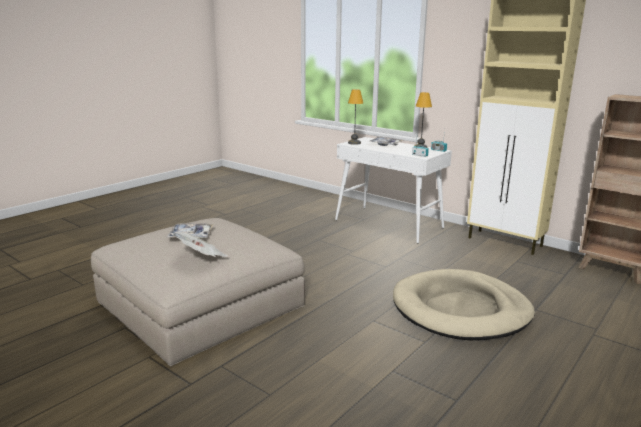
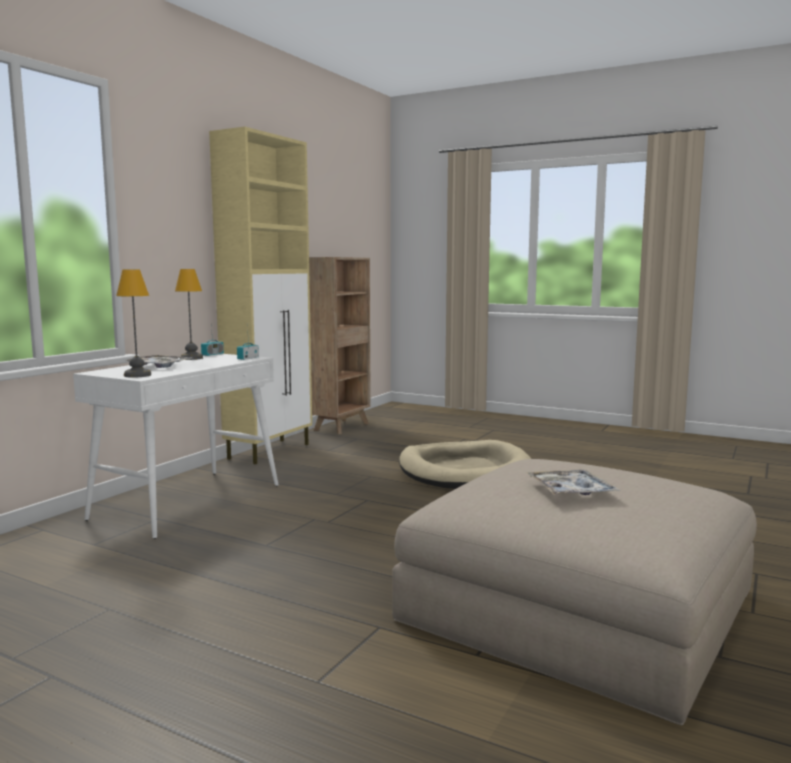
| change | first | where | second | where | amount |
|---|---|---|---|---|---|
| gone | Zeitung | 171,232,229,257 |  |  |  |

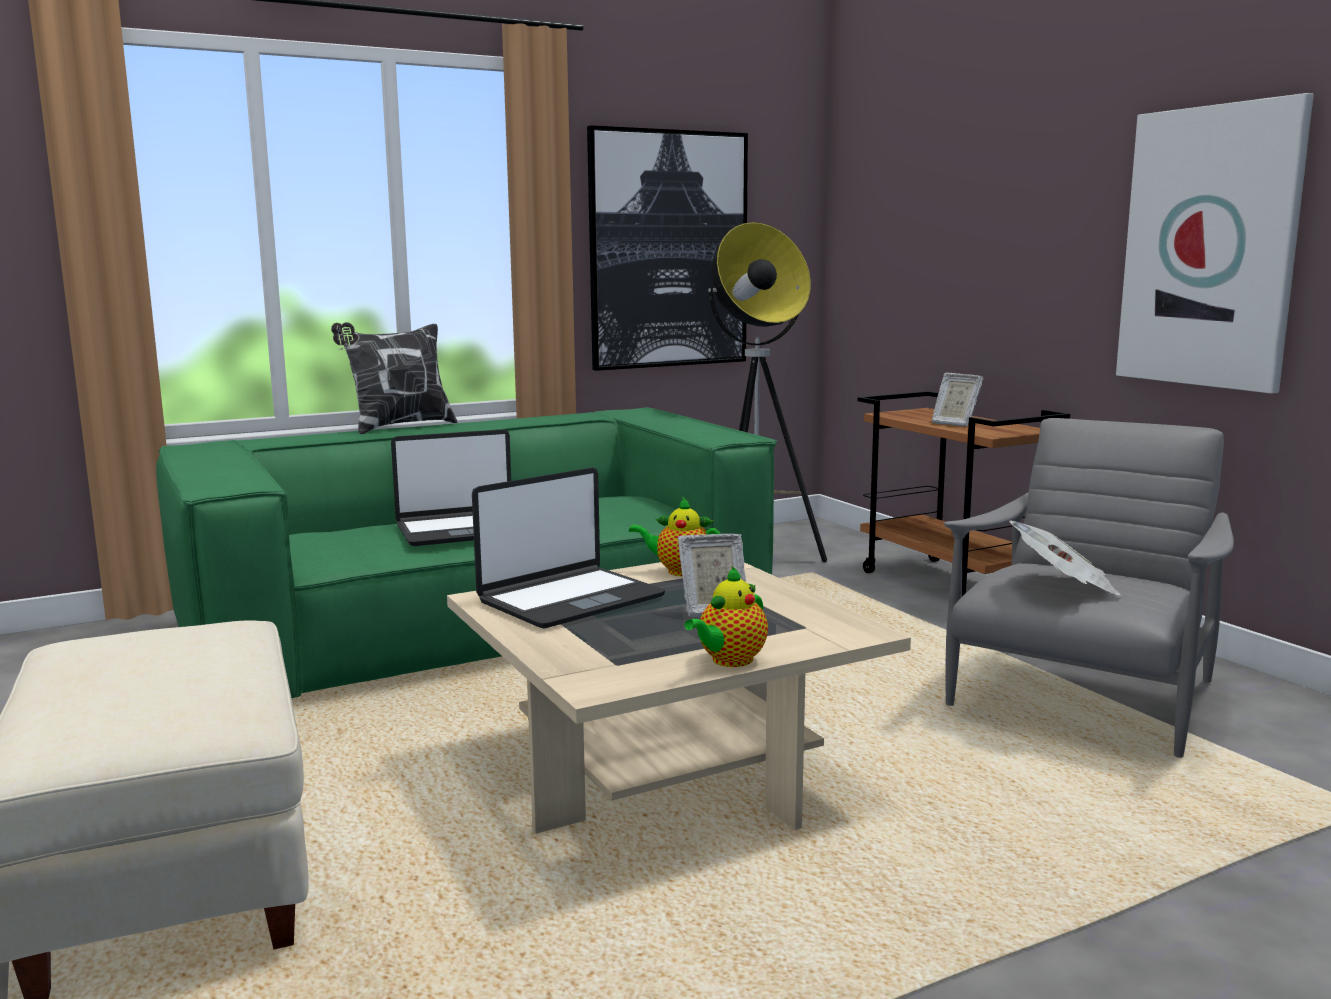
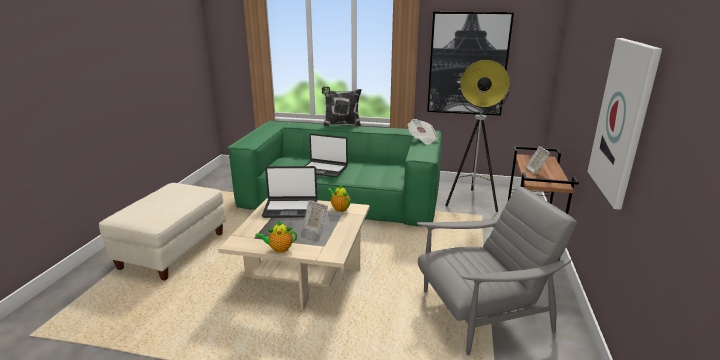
| change | first | where | second | where | amount |
|---|---|---|---|---|---|
| shifted | Zeitung | 1009,520,1122,596 |  | 408,119,438,144 |  |

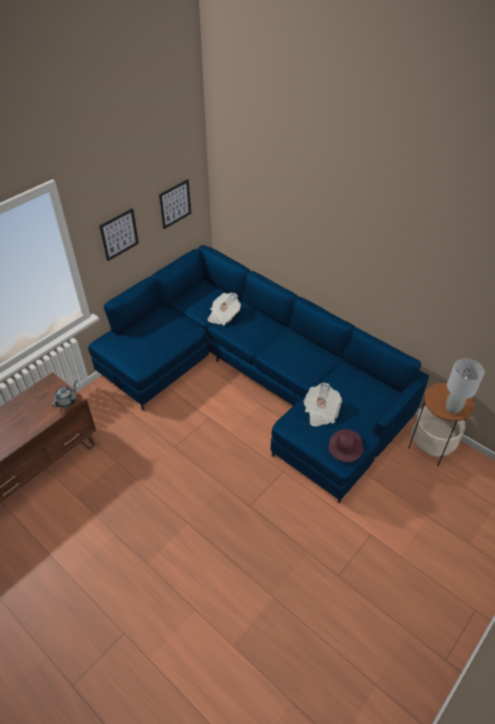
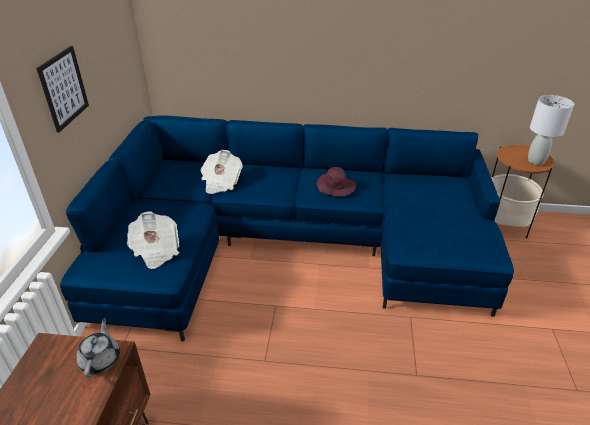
| change | first | where | second | where | amount |
|---|---|---|---|---|---|
| gone | Bild | 159,179,191,229 |  |  |  |
| shifted | Zeitung | 303,383,342,426 |  | 127,211,179,269 |  |
| shifted | Hut [lila] | 329,429,364,462 |  | 317,167,356,196 |  |

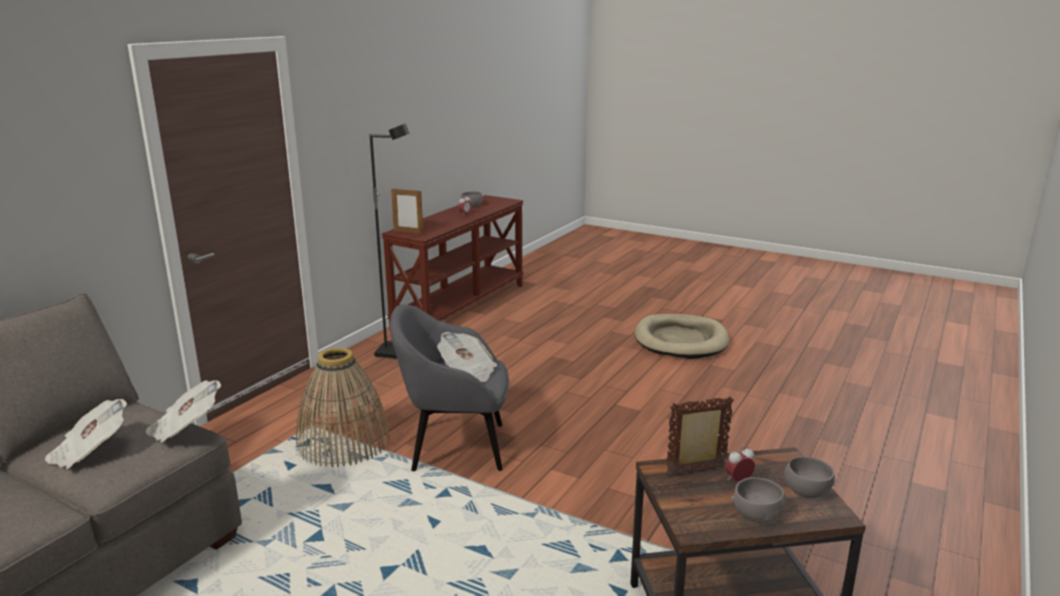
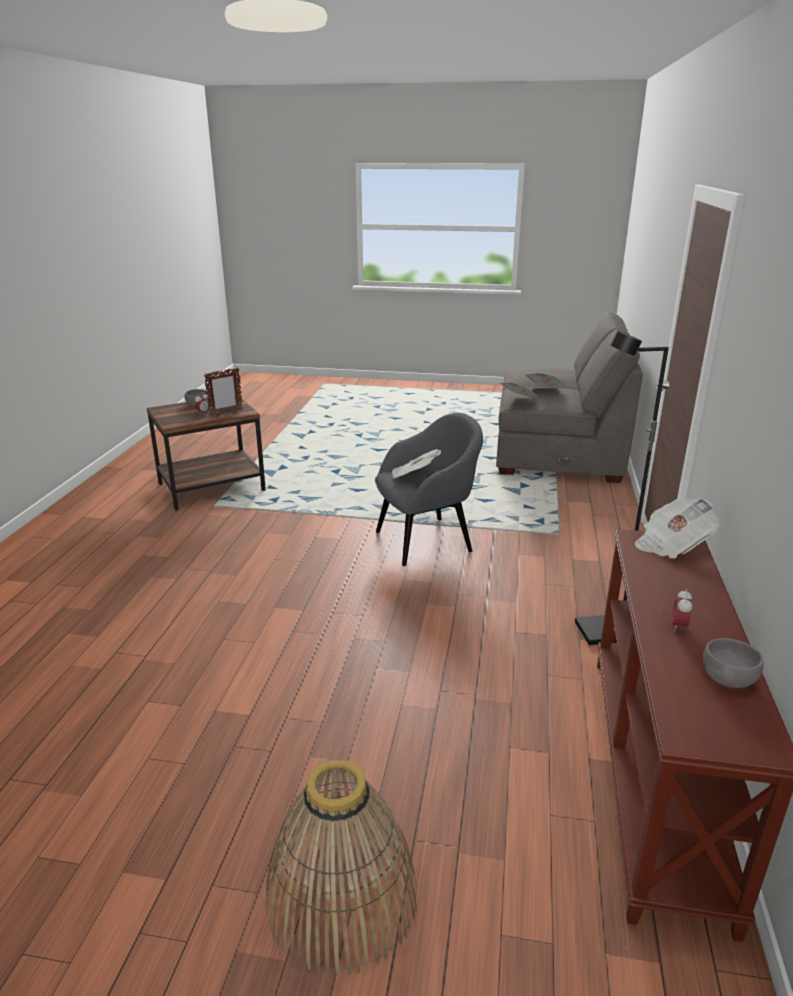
| change | first | where | second | where | amount |
|---|---|---|---|---|---|
| swapped | Bilderrahmen | 391,189,423,234 | Zeitung | 635,498,720,559 |  |
| gone | Hundebett [beige] | 635,314,729,359 |  |  |  |
| shifted | Korb | 296,348,390,467 |  | 266,760,417,976 |  |
| gone | Schüssel [grau] | 784,456,835,498 |  |  |  |

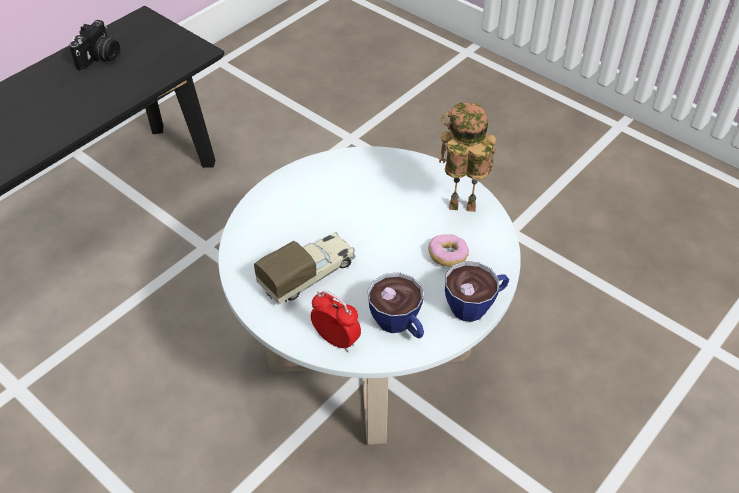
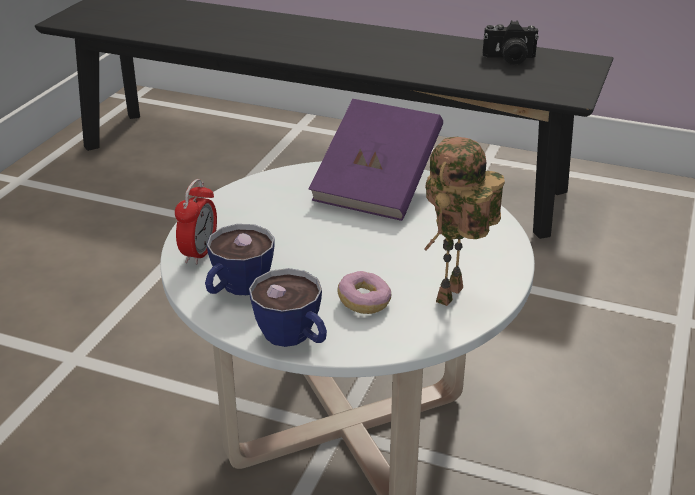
| change | first | where | second | where | amount |
|---|---|---|---|---|---|
| rotated | Spielzeugroboter | 439,103,496,212 |  | 424,137,505,306 | 135 degrees counterclockwise |
| gone | Spielzeuglaster | 254,232,356,304 |  |  |  |
| new |  |  | Buch [lila] | 309,99,443,221 |  |

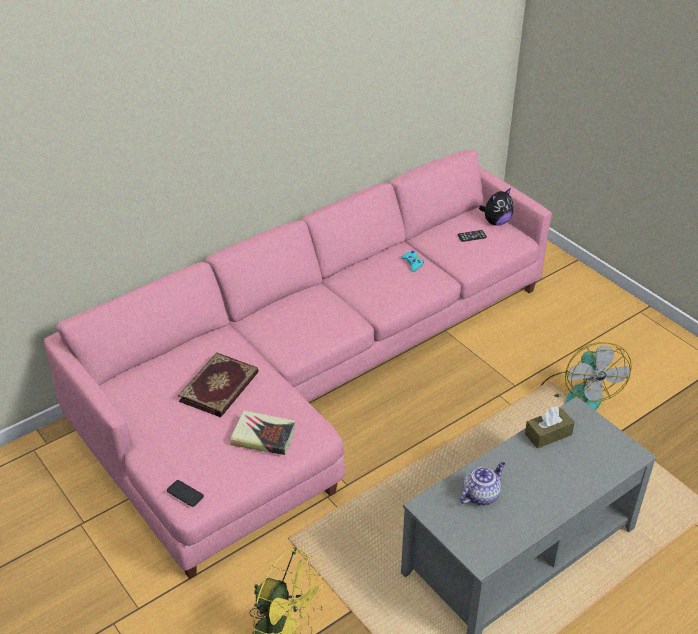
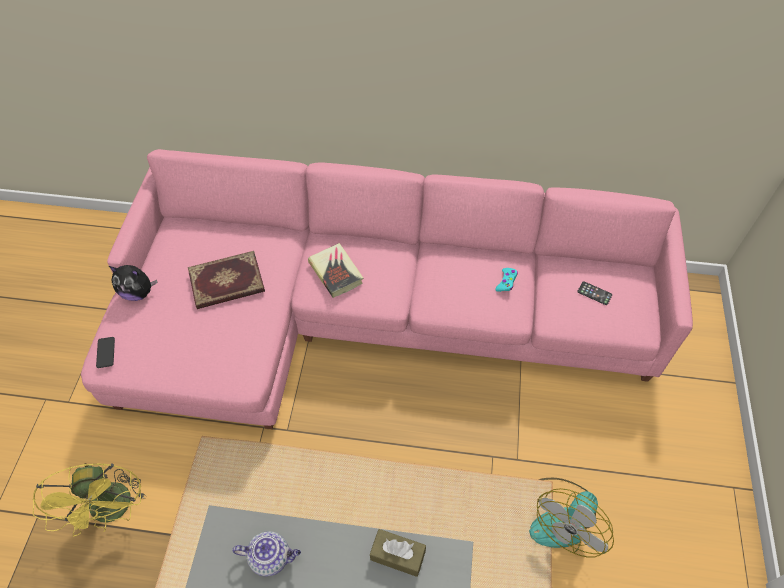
| change | first | where | second | where | amount |
|---|---|---|---|---|---|
| shifted | Plüschtier | 479,188,513,226 |  | 109,265,158,301 |  |
| shifted | Buch | 230,410,296,455 |  | 308,243,363,298 |  |

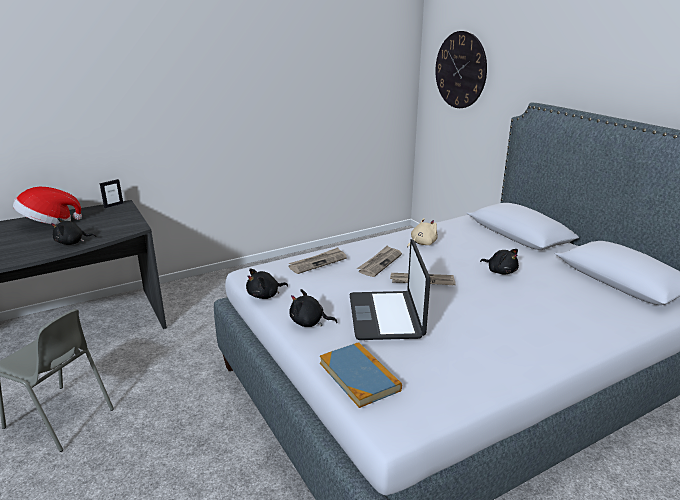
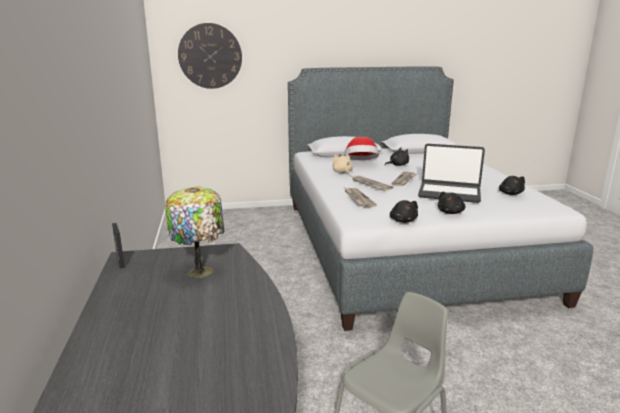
| change | first | where | second | where | amount |
|---|---|---|---|---|---|
| shifted | Hut | 13,187,82,225 |  | 344,137,379,160 |  |
| shifted | Plüschtier [schwarz] | 51,218,97,245 |  | 499,176,525,195 |  |
| gone | Buch | 320,342,402,408 |  |  |  |
| new |  |  | Tischlampe | 165,186,224,278 |  |

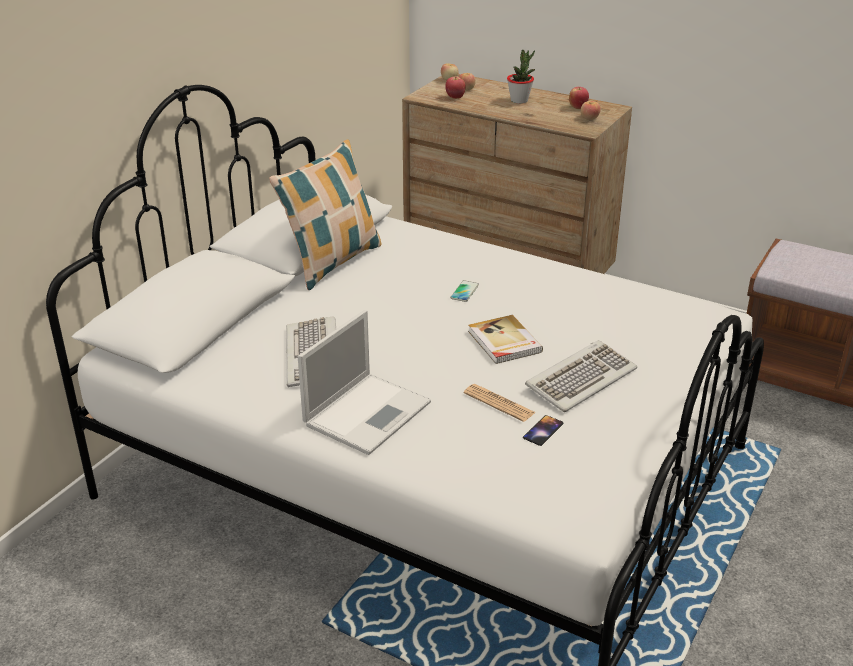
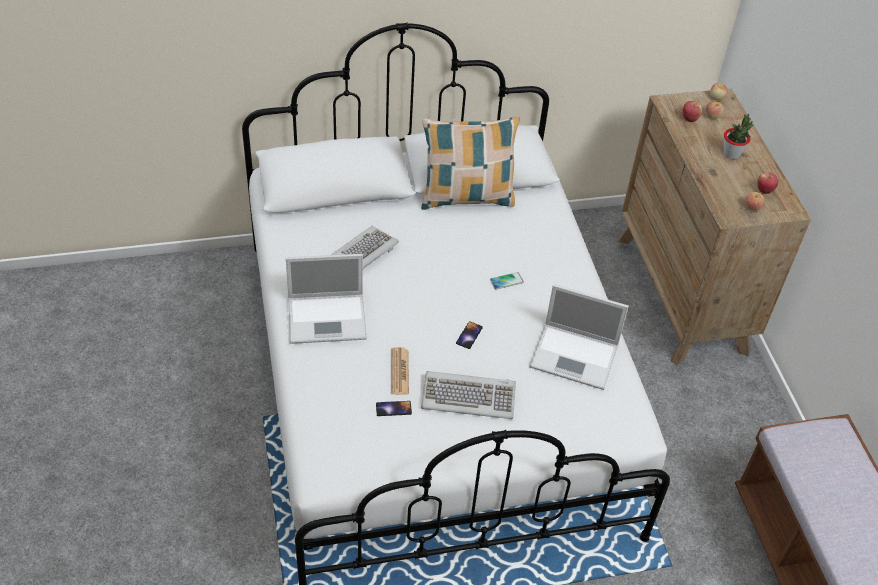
| change | first | where | second | where | amount |
|---|---|---|---|---|---|
| swapped | Buch | 468,315,543,364 | Handy | 456,321,483,349 |  |
| new |  |  | Laptop | 529,284,629,390 |  |

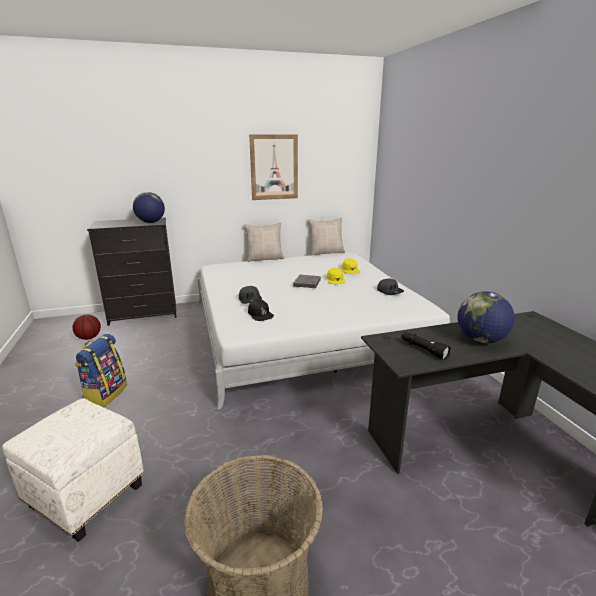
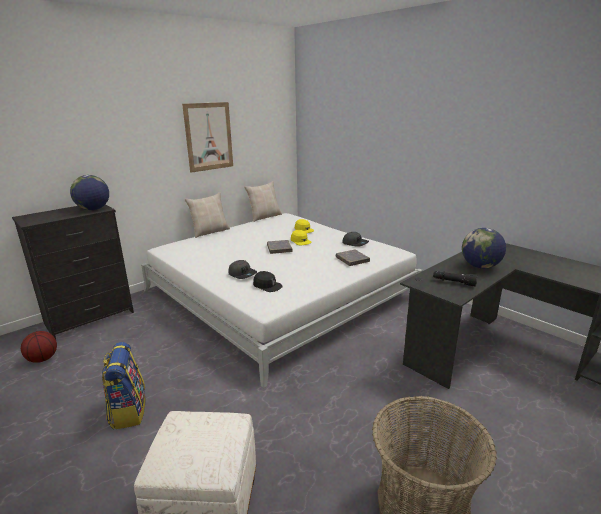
| change | first | where | second | where | amount |
|---|---|---|---|---|---|
| new |  |  | Buch [grau] | 336,250,370,266 |  |

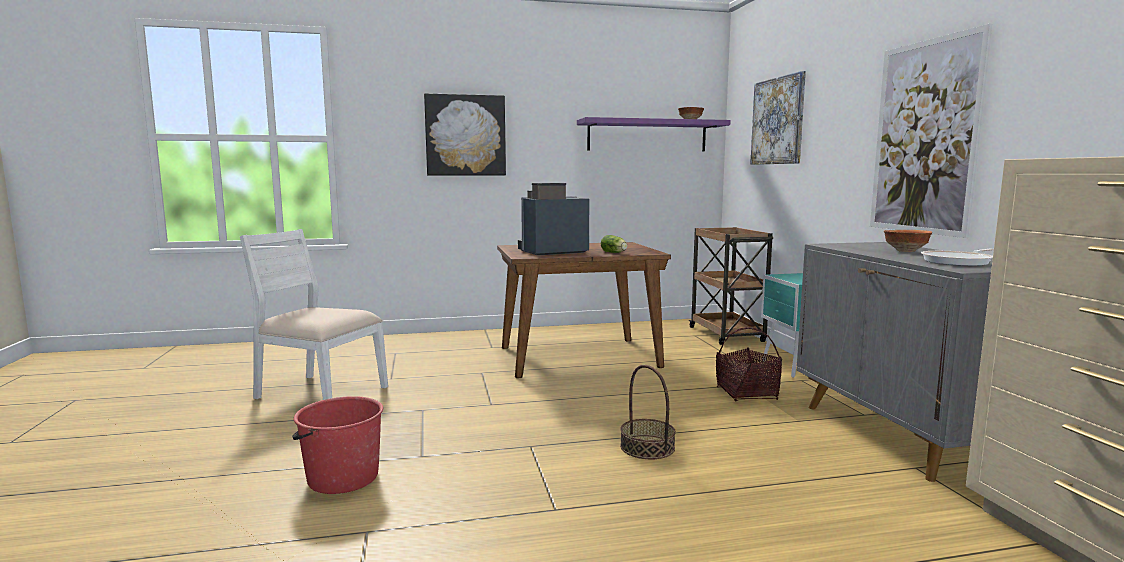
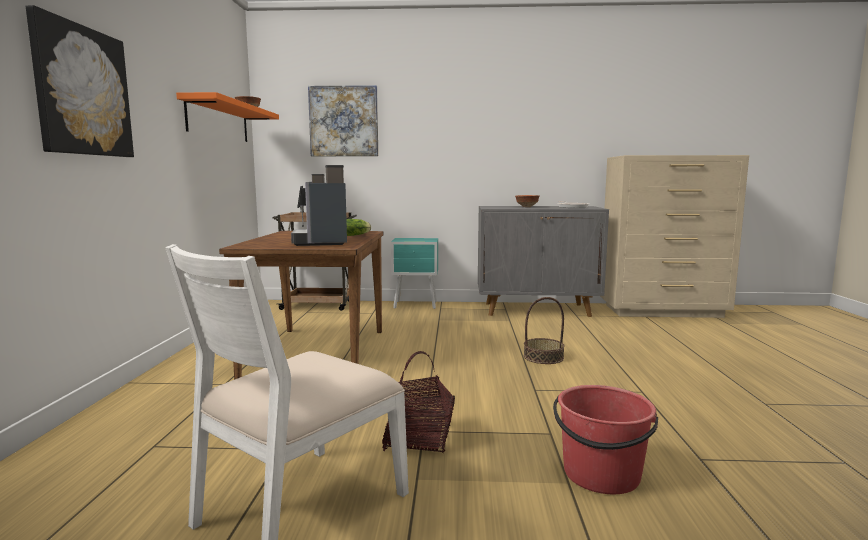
| change | first | where | second | where | amount |
|---|---|---|---|---|---|
| gone | Bild | 870,24,992,238 |  |  |  |
| repainted | Wandregal [lila] | 577,117,731,151 | Wandregal [orange] | 176,92,279,142 |  |
| shifted | Korb | 716,327,782,401 |  | 382,351,455,453 |  |

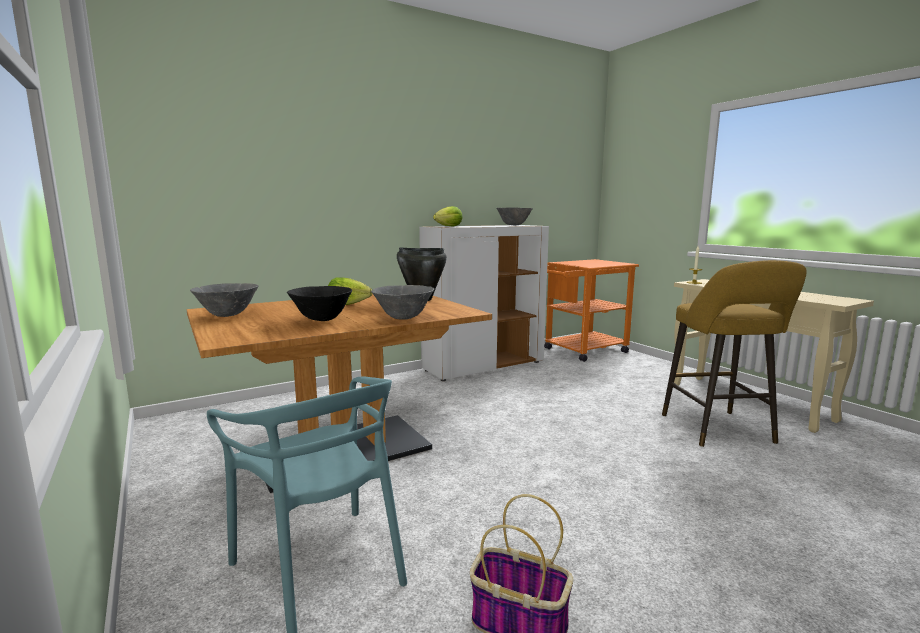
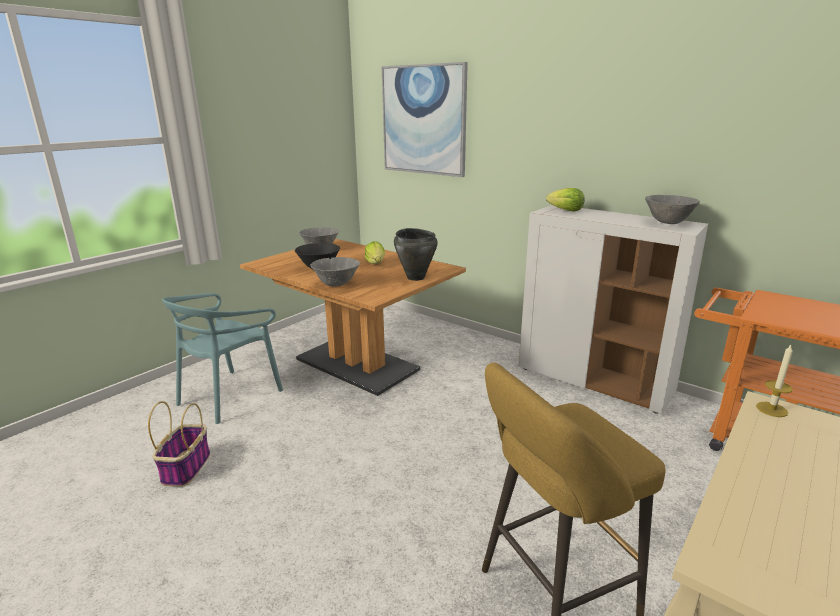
| change | first | where | second | where | amount |
|---|---|---|---|---|---|
| new |  |  | Bild | 382,62,468,177 |  |

